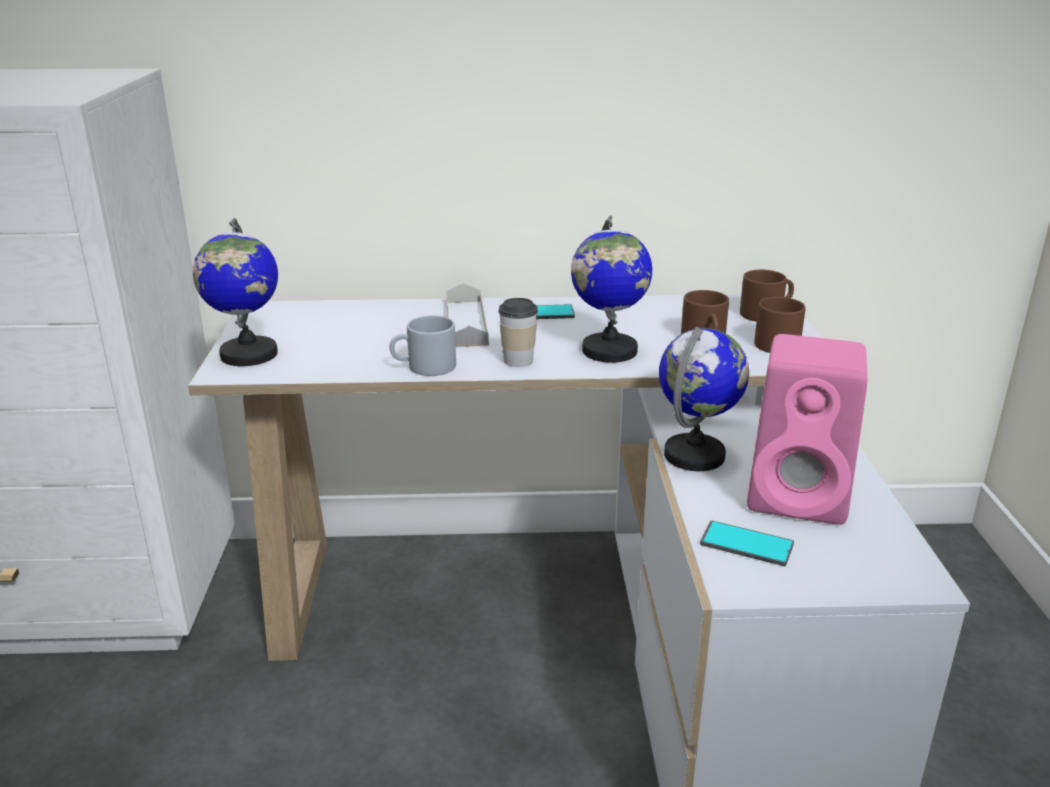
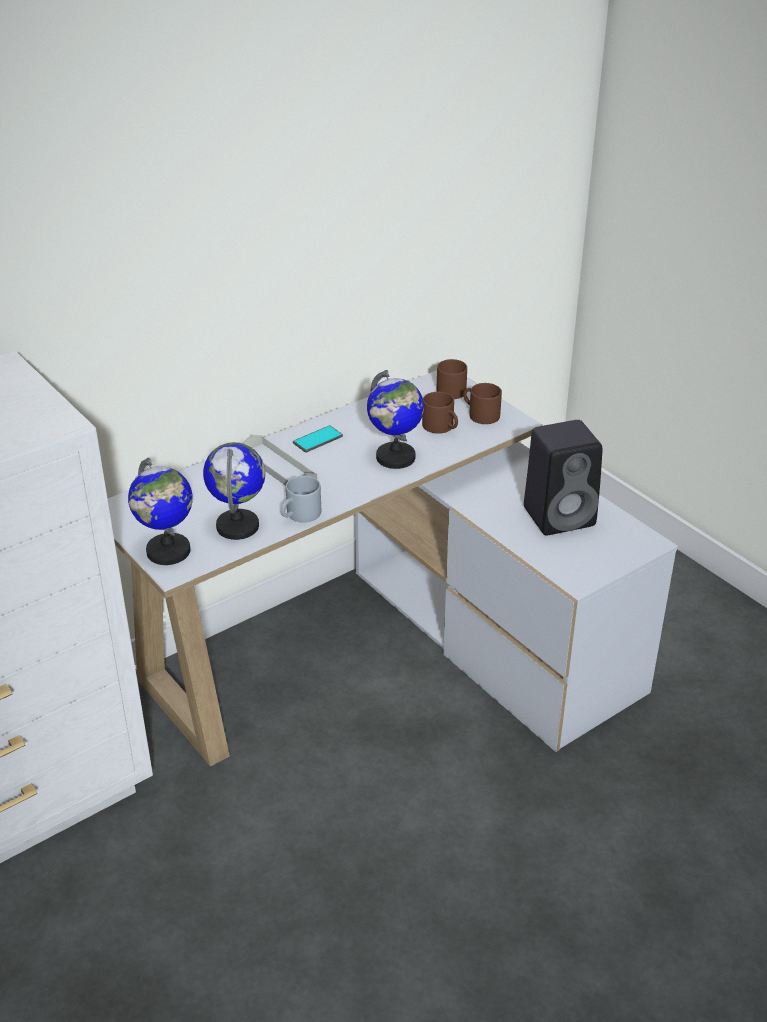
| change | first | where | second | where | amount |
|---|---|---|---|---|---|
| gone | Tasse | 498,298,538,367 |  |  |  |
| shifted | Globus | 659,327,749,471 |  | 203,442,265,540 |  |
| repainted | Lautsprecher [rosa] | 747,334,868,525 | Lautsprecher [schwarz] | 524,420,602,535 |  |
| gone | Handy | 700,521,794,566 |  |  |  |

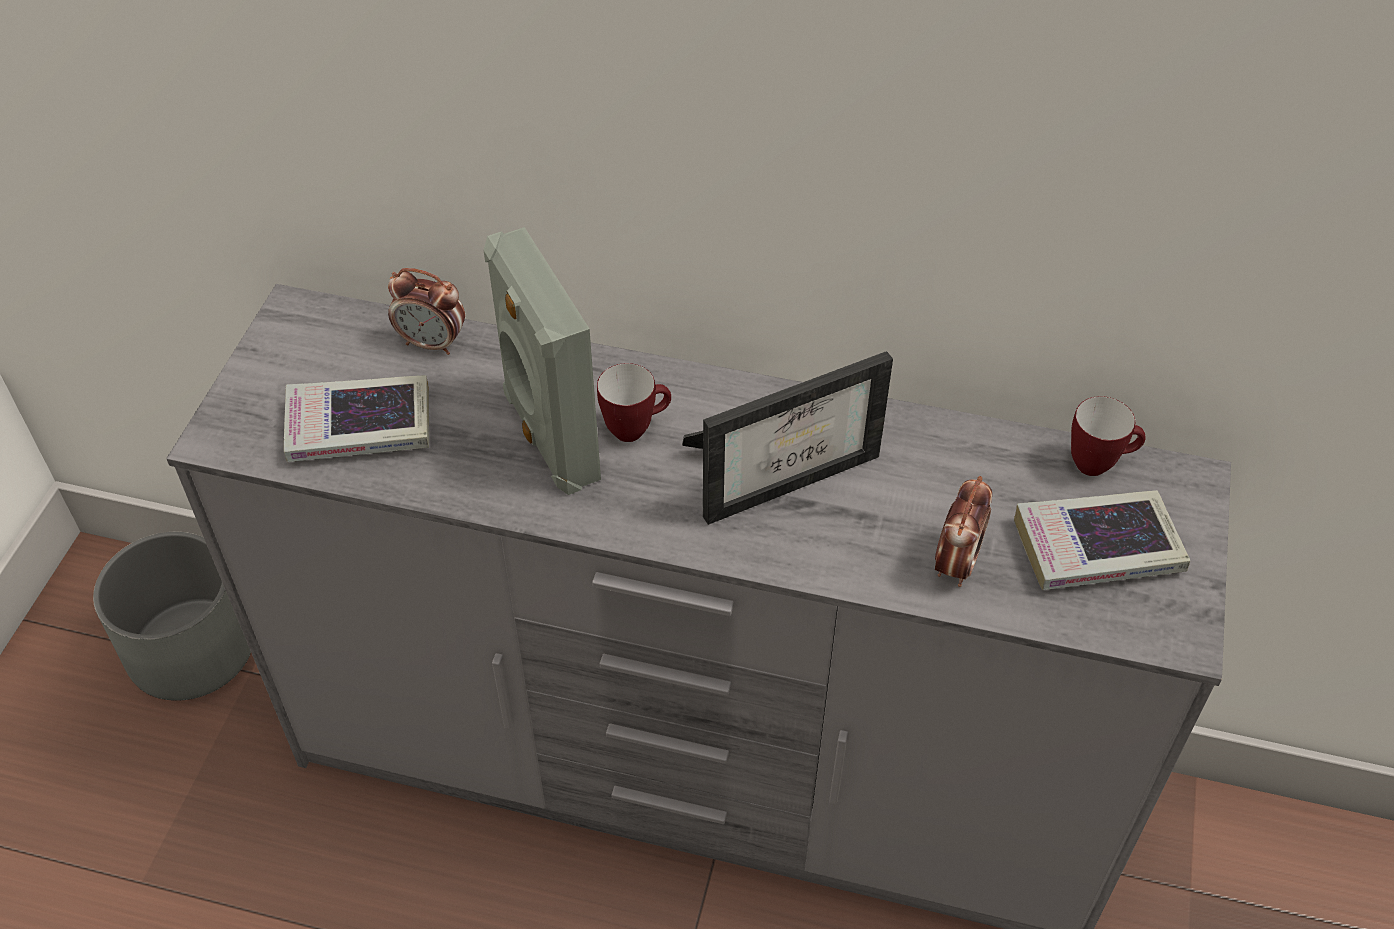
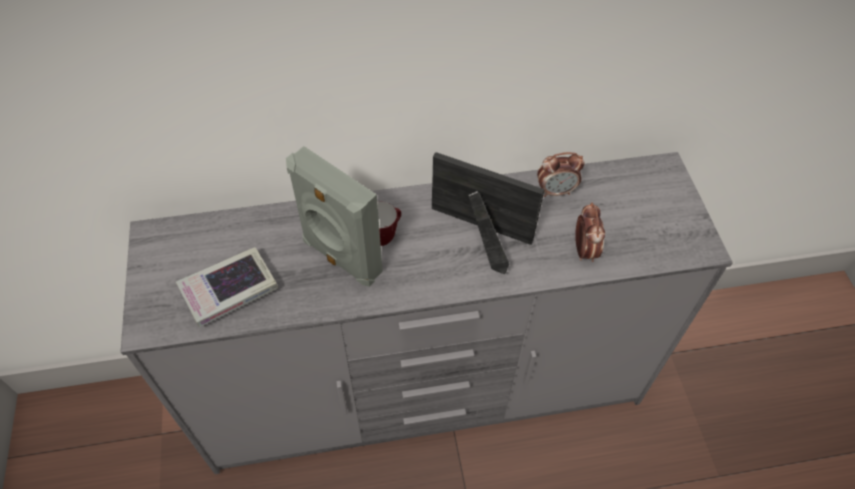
| change | first | where | second | where | amount |
|---|---|---|---|---|---|
| shifted | Wecker | 388,268,465,355 |  | 537,152,585,197 |  |
| rotated | Bilderrahmen | 682,351,893,525 |  | 432,152,545,274 | 105 degrees counterclockwise |
| gone | Henkelbecher | 1071,396,1146,476 |  |  |  |
| gone | Buch | 1014,490,1190,590 |  |  |  |
| gone | Pflanzkübel [grau] | 93,532,251,701 |  |  |  |

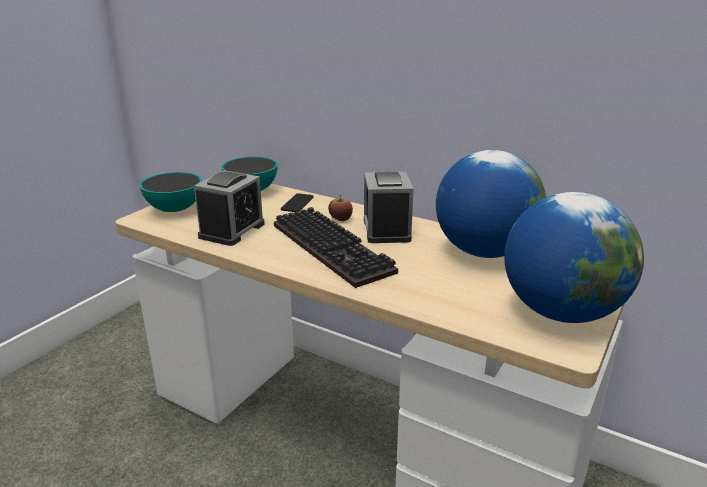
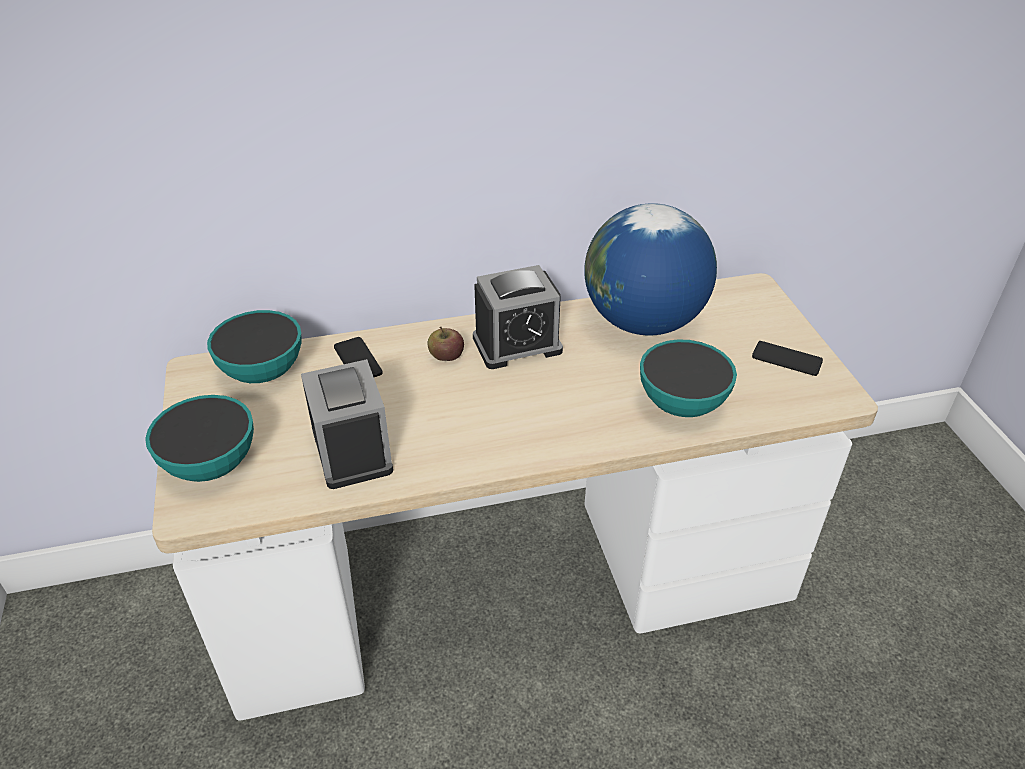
| change | first | where | second | where | amount |
|---|---|---|---|---|---|
| rotated | Wecker | 364,172,414,243 |  | 473,265,563,369 | 60 degrees counterclockwise |
| swapped | Globus | 504,192,644,323 | Handy | 752,341,823,376 |  |
| gone | Tastatur | 274,207,398,288 |  |  |  |
| new |  |  | Schüssel | 640,339,737,417 |  |

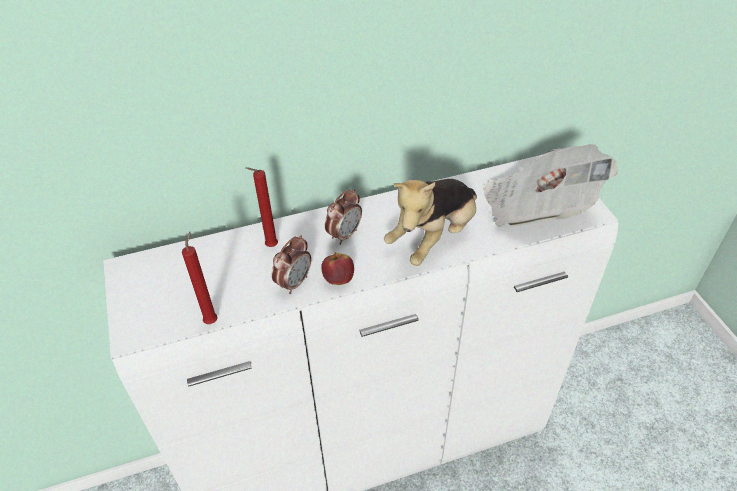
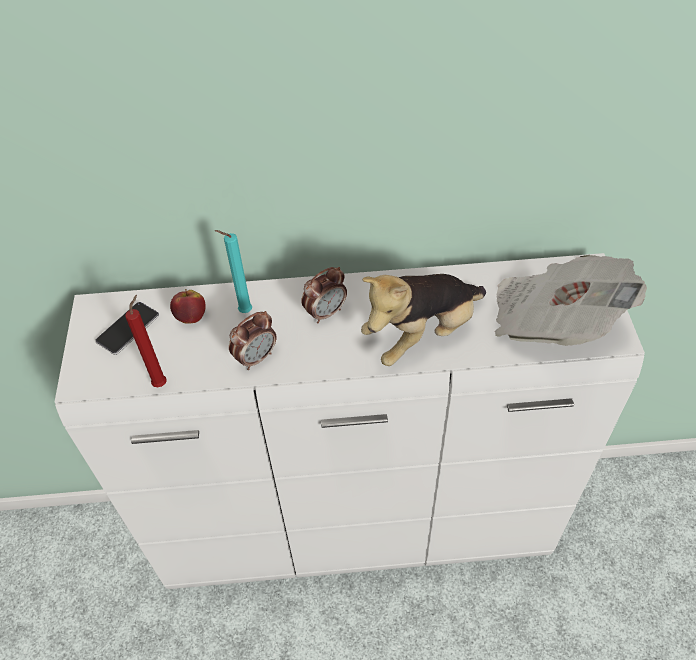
| change | first | where | second | where | amount |
|---|---|---|---|---|---|
| repainted | Kerze [rot] | 246,167,278,247 | Kerze [türkis] | 214,230,252,313 |  |
| shifted | Apfel | 321,252,354,285 |  | 170,289,205,324 |  |
| new |  |  | Handy | 95,302,159,355 |  |

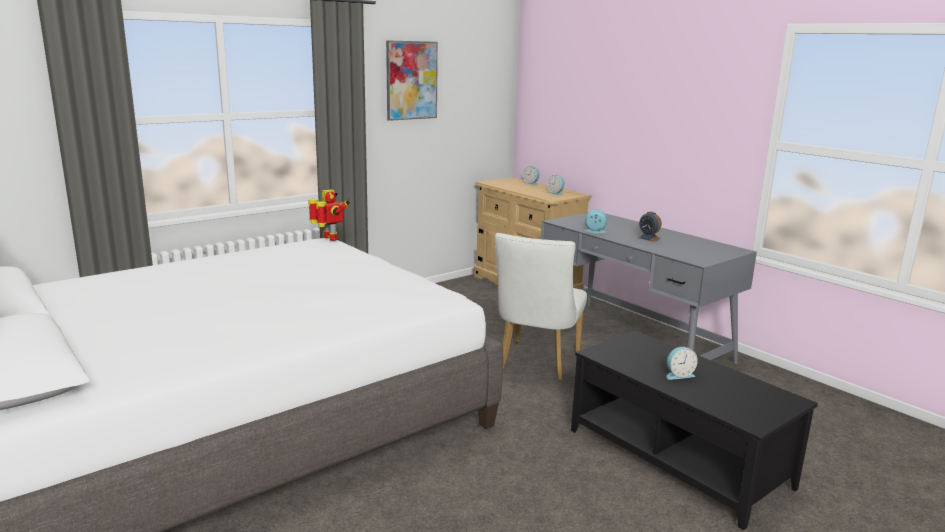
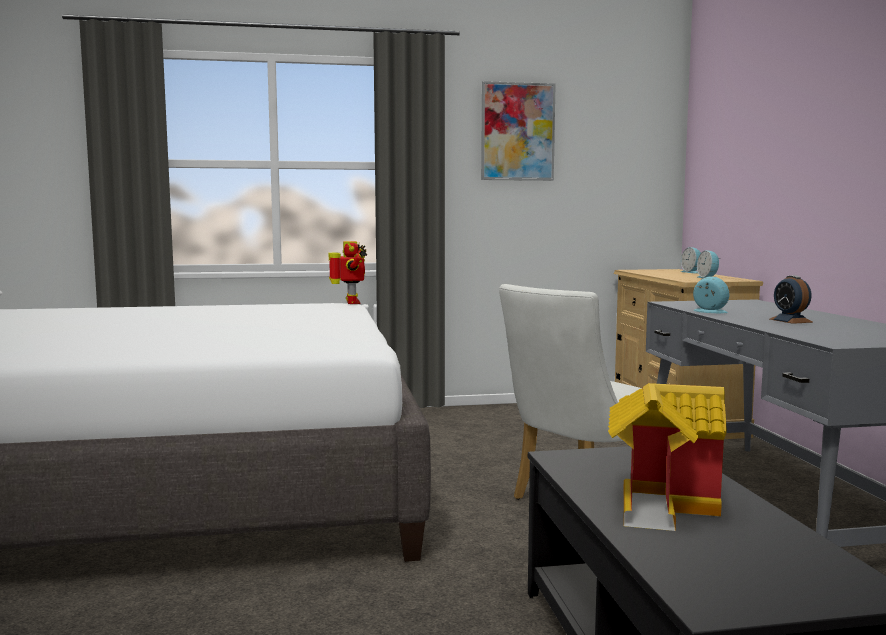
| change | first | where | second | where | amount |
|---|---|---|---|---|---|
| swapped | Wecker | 667,347,698,380 | Spielzeughaus | 608,383,727,531 |  |

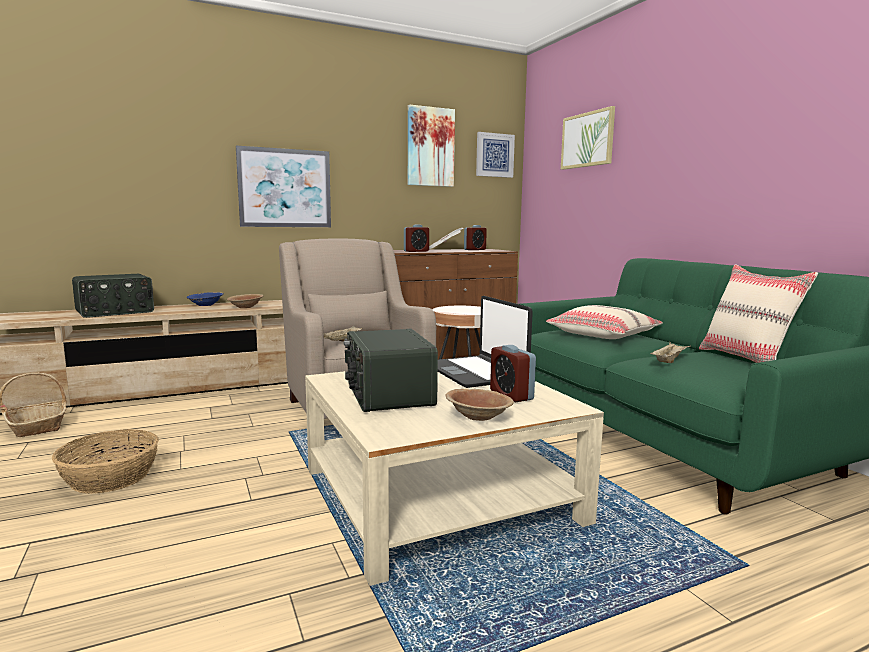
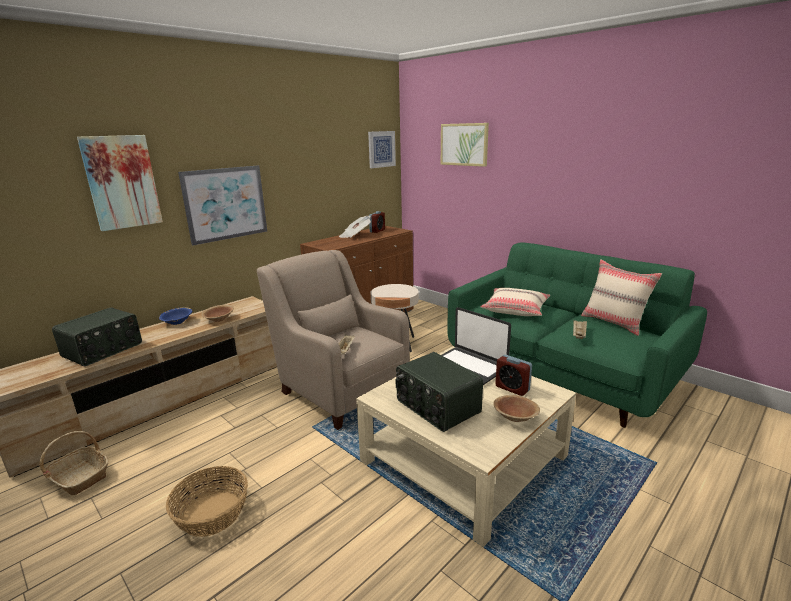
| change | first | where | second | where | amount |
|---|---|---|---|---|---|
| shifted | Bild | 408,105,455,187 |  | 77,135,163,231 |  |
| gone | Wecker | 404,224,429,252 |  |  |  |

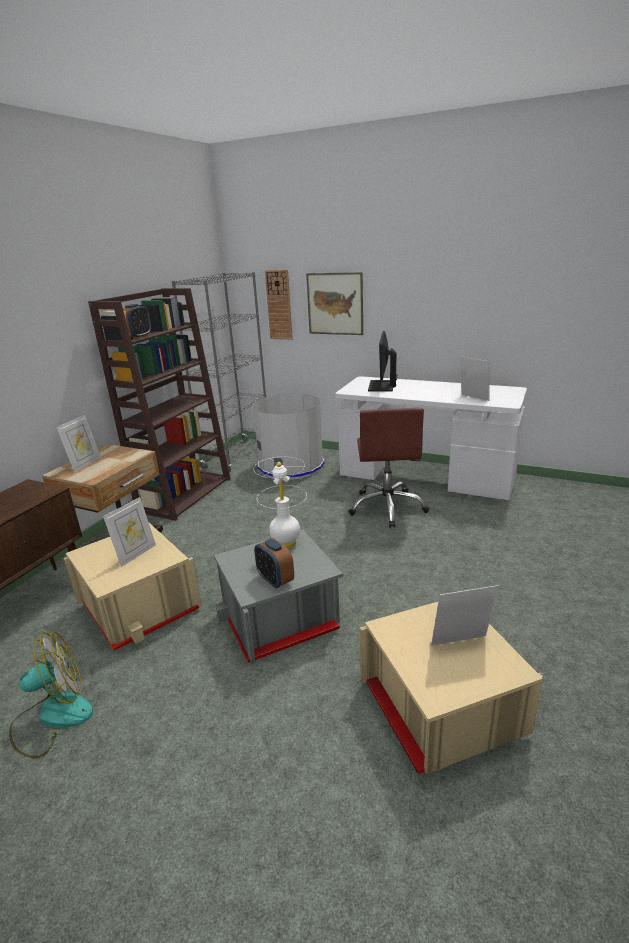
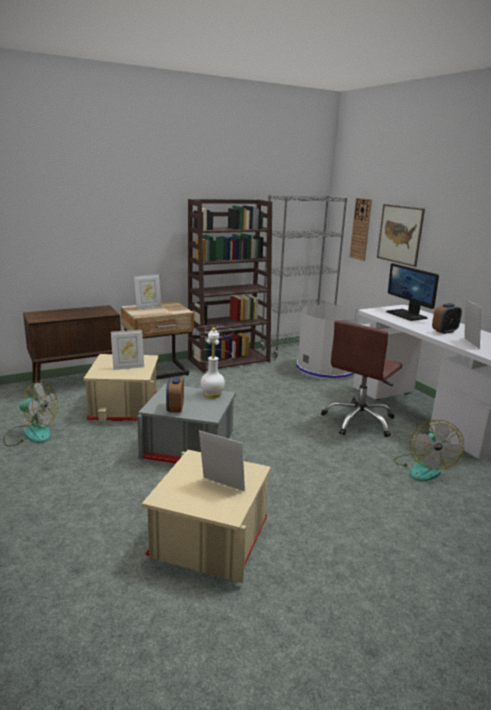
| change | first | where | second | where | amount |
|---|---|---|---|---|---|
| shifted | Wecker | 123,304,151,339 |  | 432,303,462,334 |  |
| rotated | Monitor | 368,331,397,391 |  | 386,263,439,321 | 75 degrees counterclockwise |
| new |  |  | Ventilator | 394,420,464,481 |  |

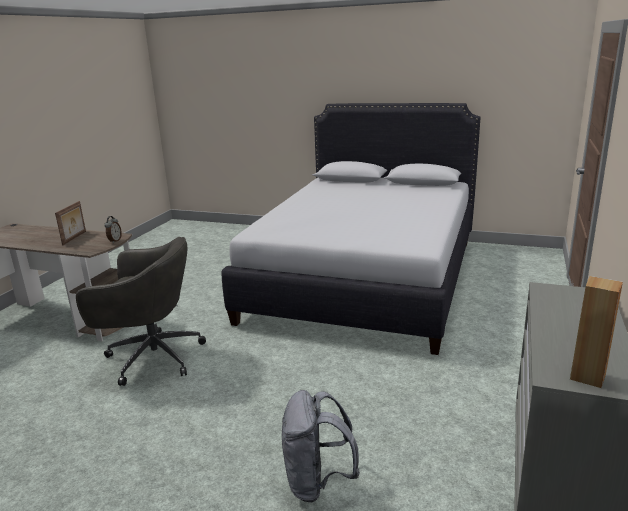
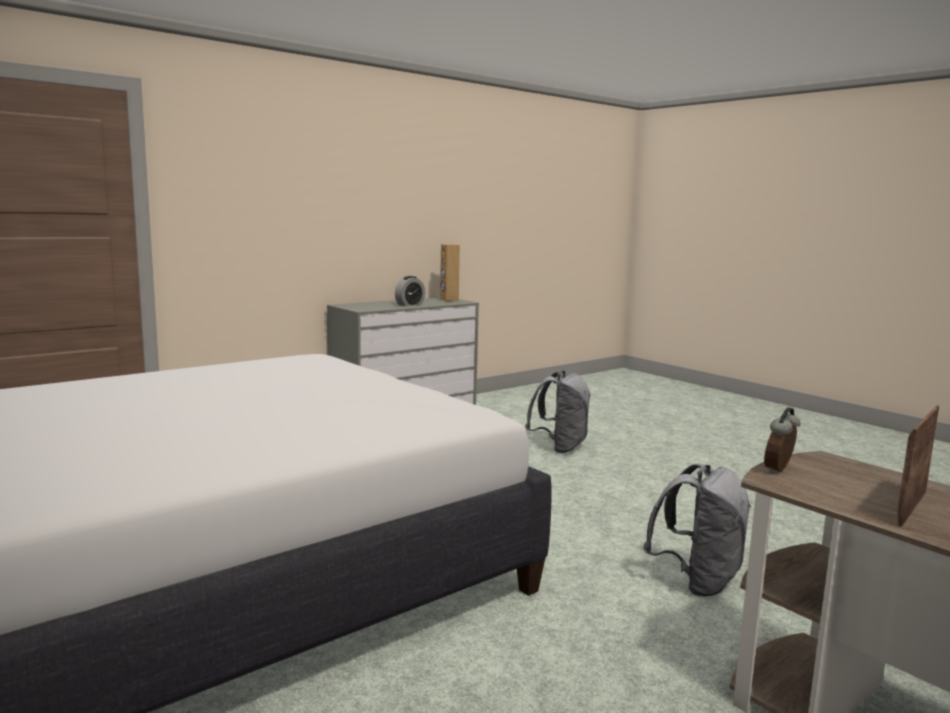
| change | first | where | second | where | amount |
|---|---|---|---|---|---|
| swapped | Bürostuhl [grau] | 76,237,206,386 | Rucksack [grau] | 643,464,751,597 |  |
| new |  |  | Wecker | 395,276,425,306 |  |

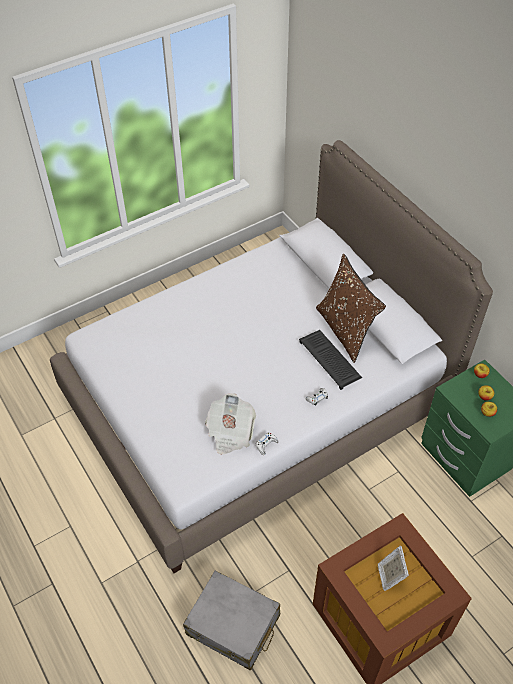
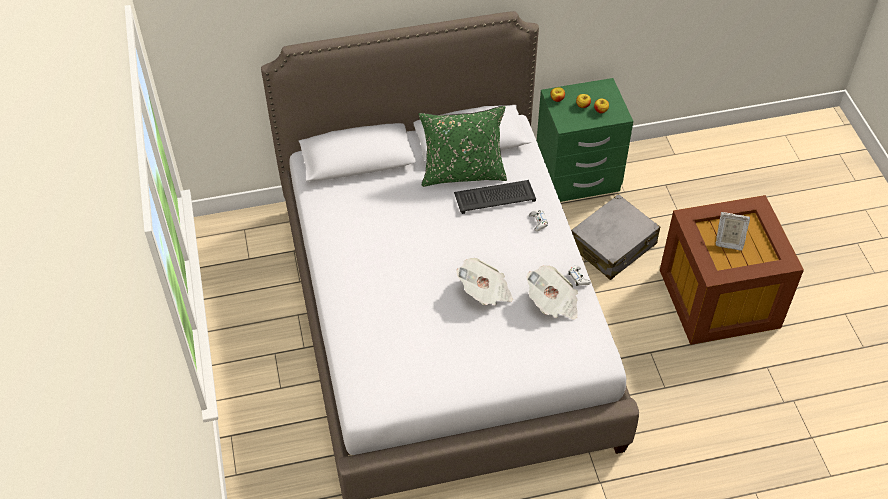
| change | first | where | second | where | amount |
|---|---|---|---|---|---|
| repainted | Kissen [braun] | 316,254,386,363 | Kissen [grün] | 419,106,507,187 |  |
| shifted | Koffer [grau] | 183,571,280,671 |  | 571,194,660,280 |  |
| new |  |  | Zeitung | 456,258,513,306 |  |

